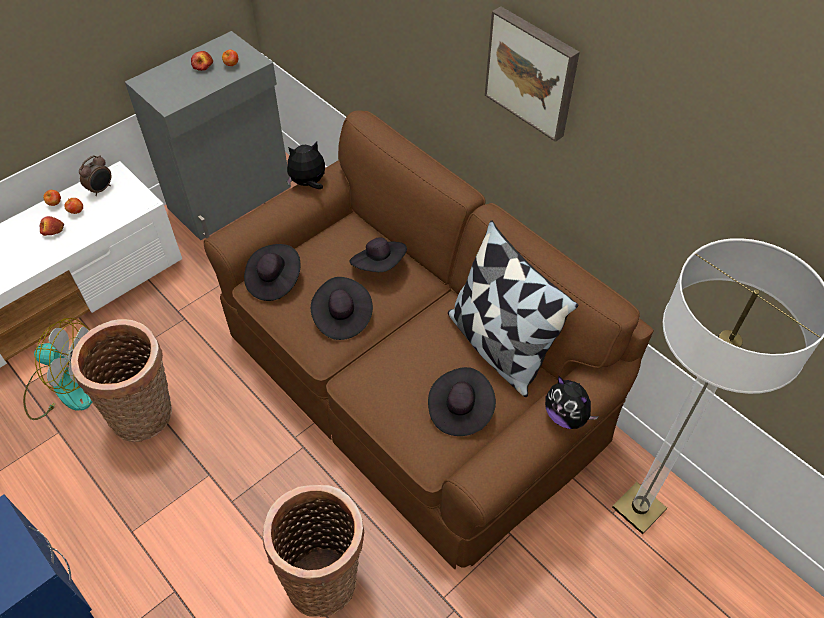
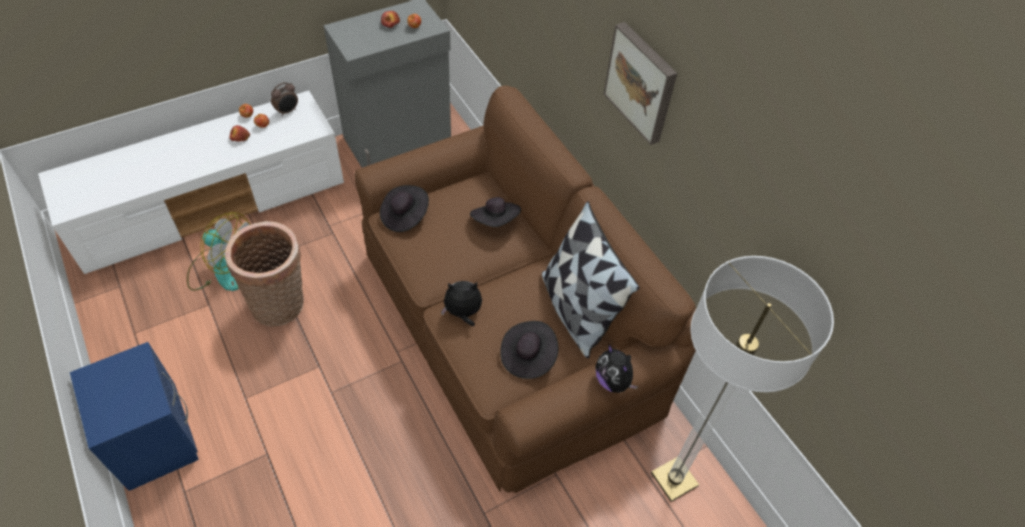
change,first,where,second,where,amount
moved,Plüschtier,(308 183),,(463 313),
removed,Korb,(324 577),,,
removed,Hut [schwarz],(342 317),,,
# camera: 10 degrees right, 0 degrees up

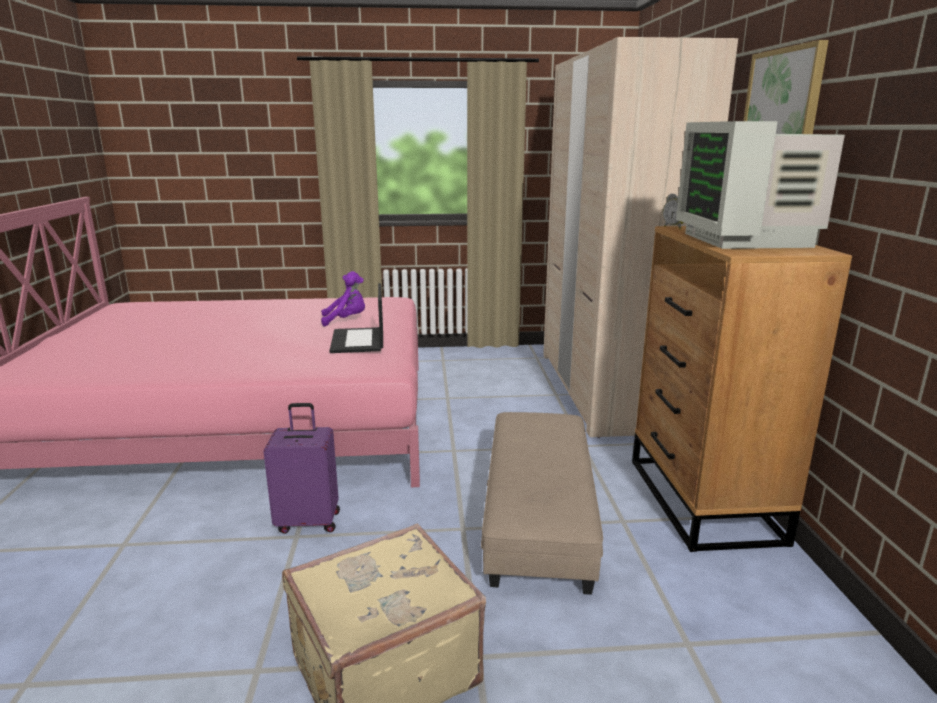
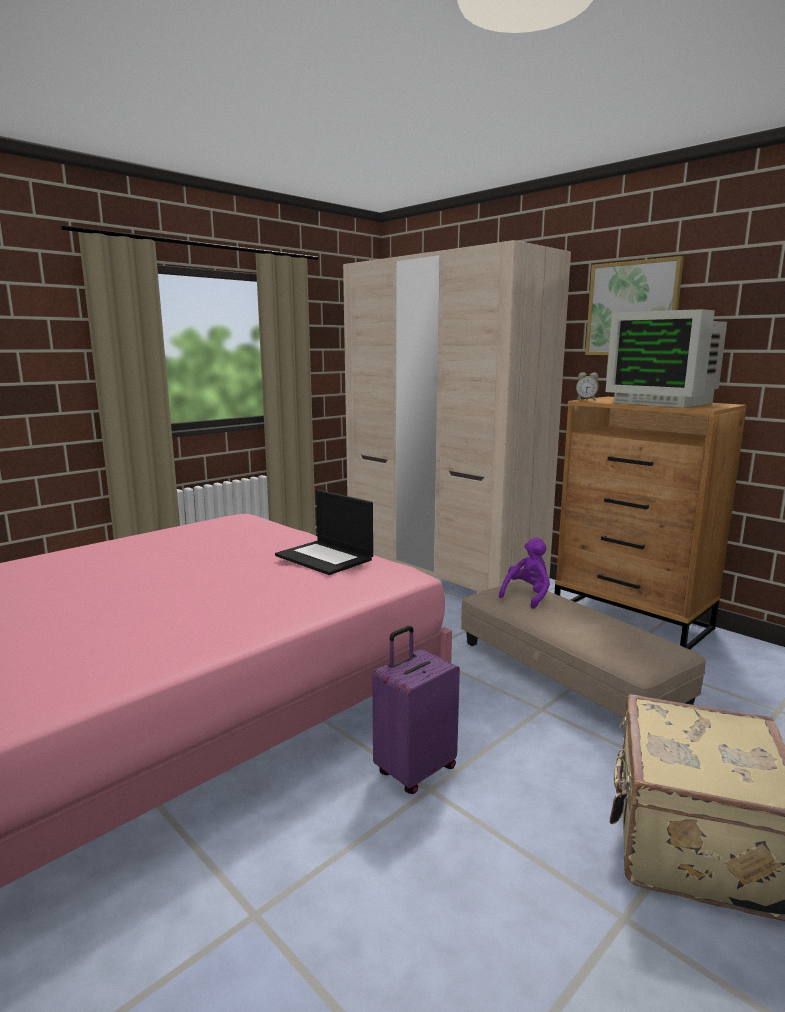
change,first,where,second,where,amount
moved,Plüschtier [lila],(346 320),,(527 596),
# camera: 40 degrees left, 5 degrees down

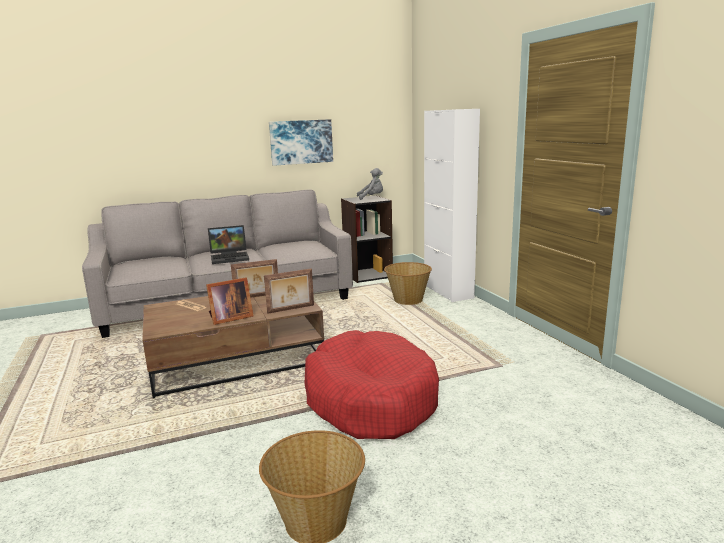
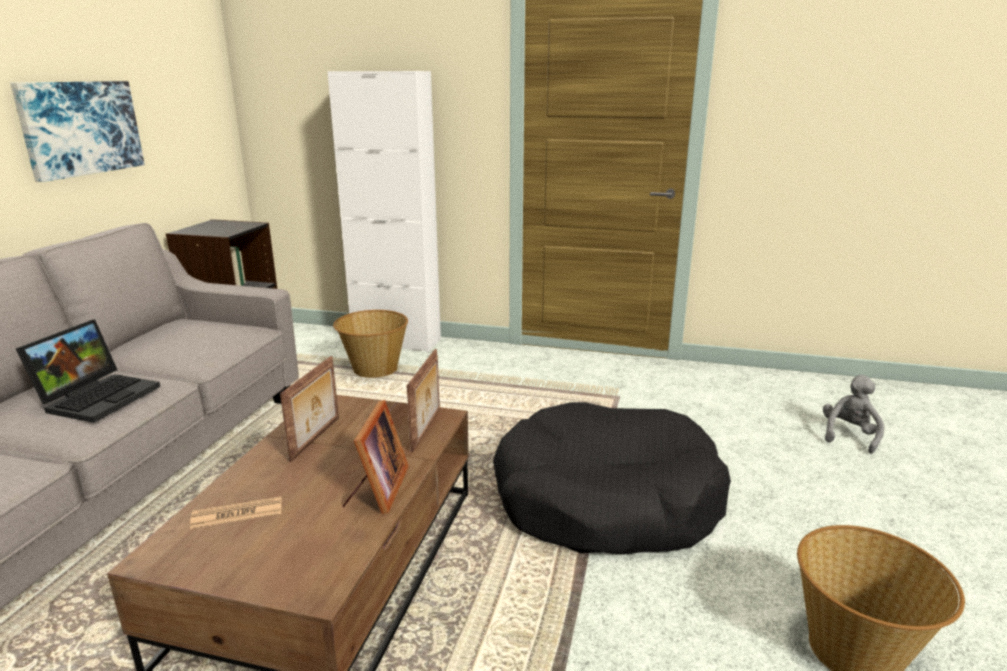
change,first,where,second,where,amount
recoloured,Hundebett [rot],(370 399),Hundebett [schwarz],(605 501),
moved,Plüschtier [grau],(371 197),,(849 435),
# camera: 55 degrees left, 5 degrees up

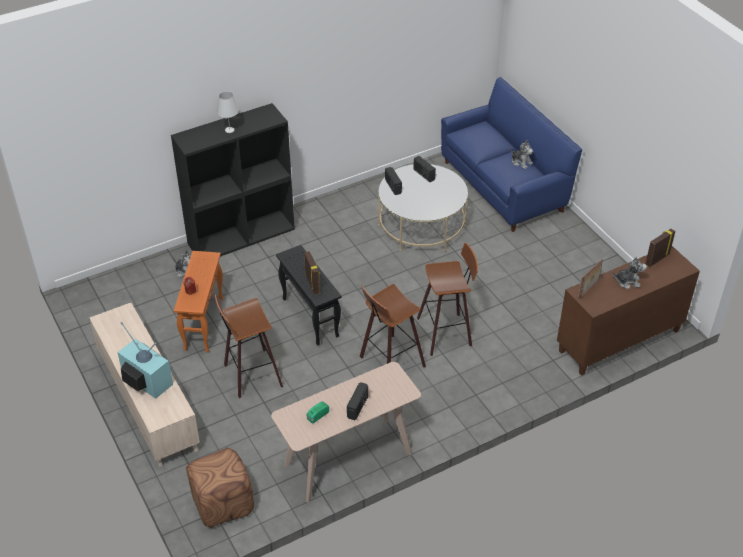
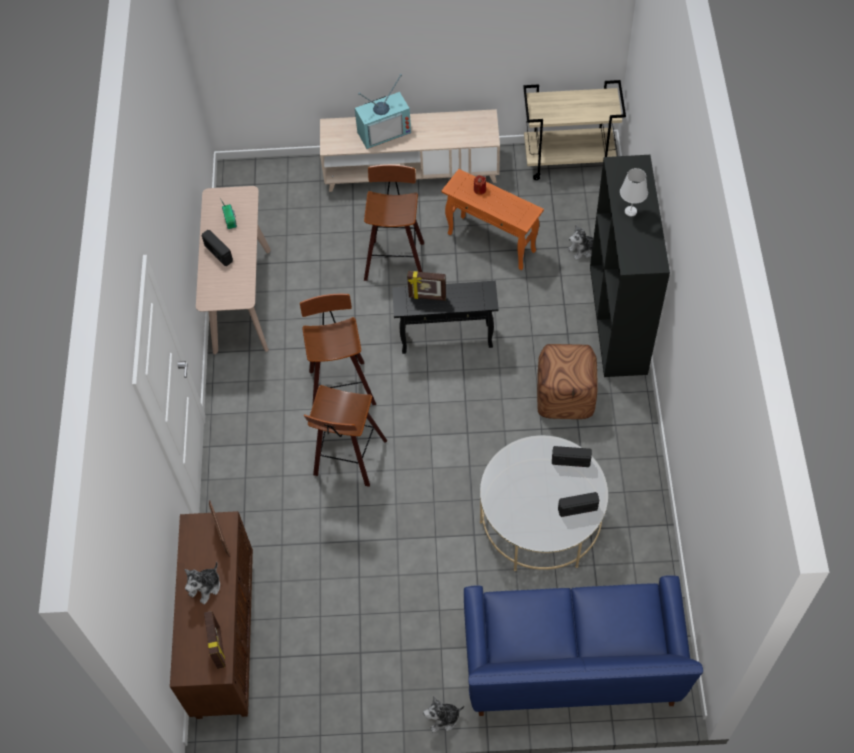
change,first,where,second,where,amount
moved,Plüschtier,(521 162),,(443 718),
added,,,Rollwagen [beige],(569 160),
moved,Polsterhocker [braun],(222 502),,(566 395),
# camera: 120 degrees right, 15 degrees up

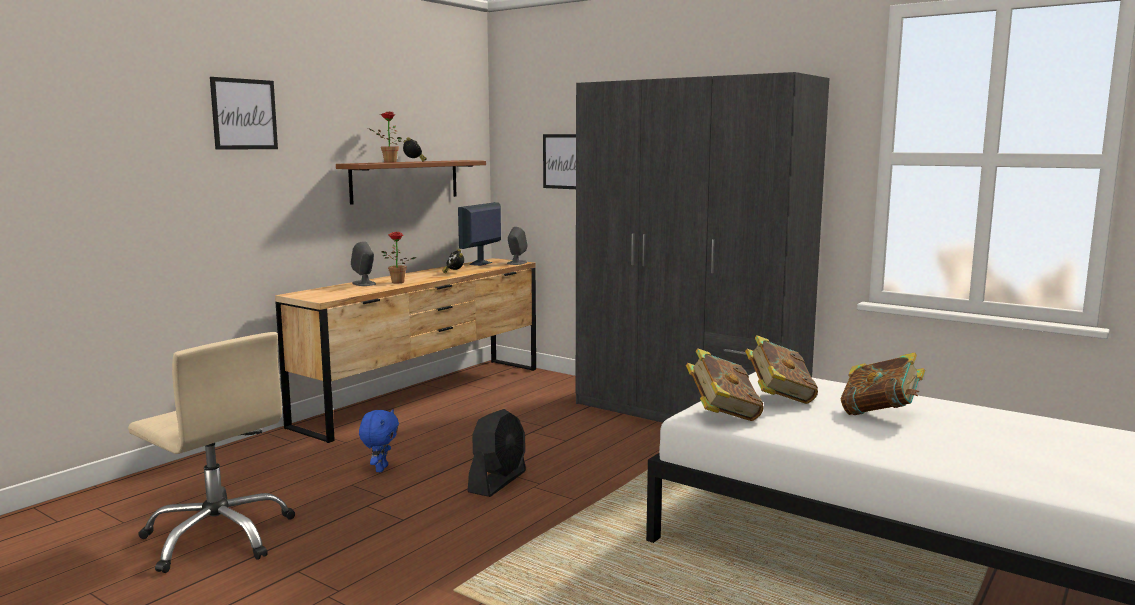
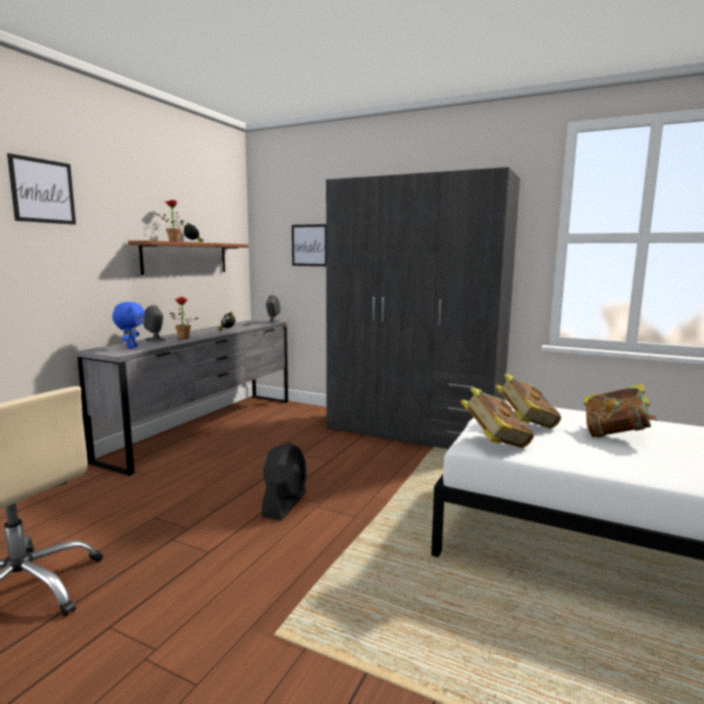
change,first,where,second,where,amount
recoloured,Kommode [braun],(425 395),Kommode [grau],(206 427),
moved,Plüschtier [blau],(380 469),,(131 347),
removed,Monitor,(480 263),,,
# camera: 10 degrees left, 0 degrees up

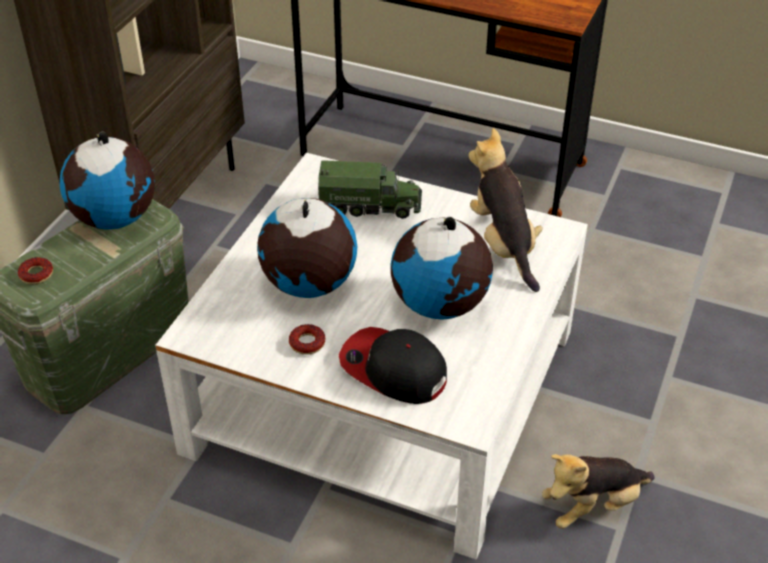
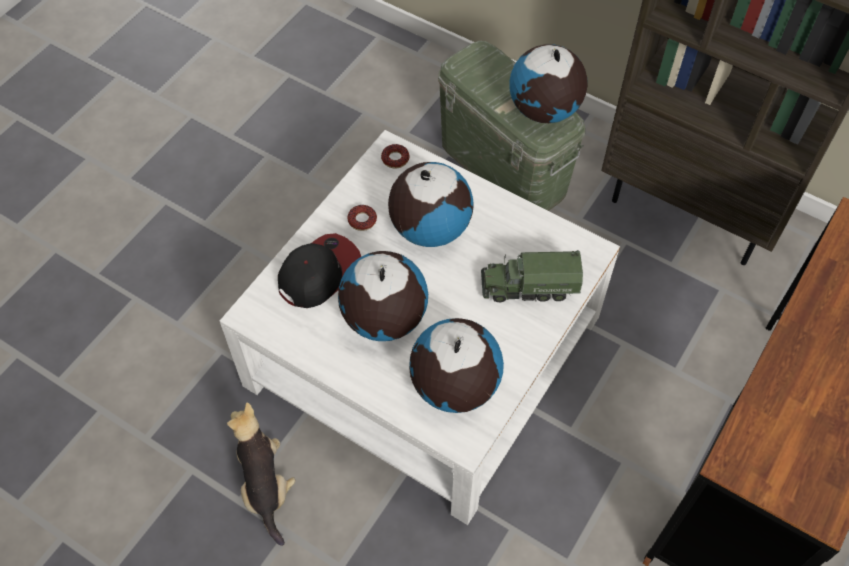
change,first,where,second,where,amount
moved,Donut,(36 274),,(395 159),
replaced,Plüschtier,(503 244),Globus,(454 386),
turned,Spielzeuglaster,(370 205),,(529 286),75 degrees clockwise
# camera: 100 degrees right, 15 degrees up

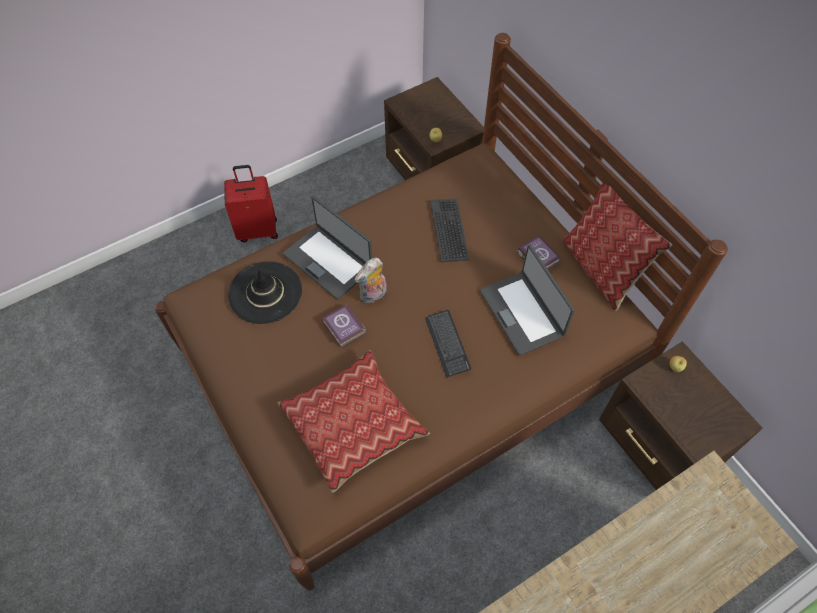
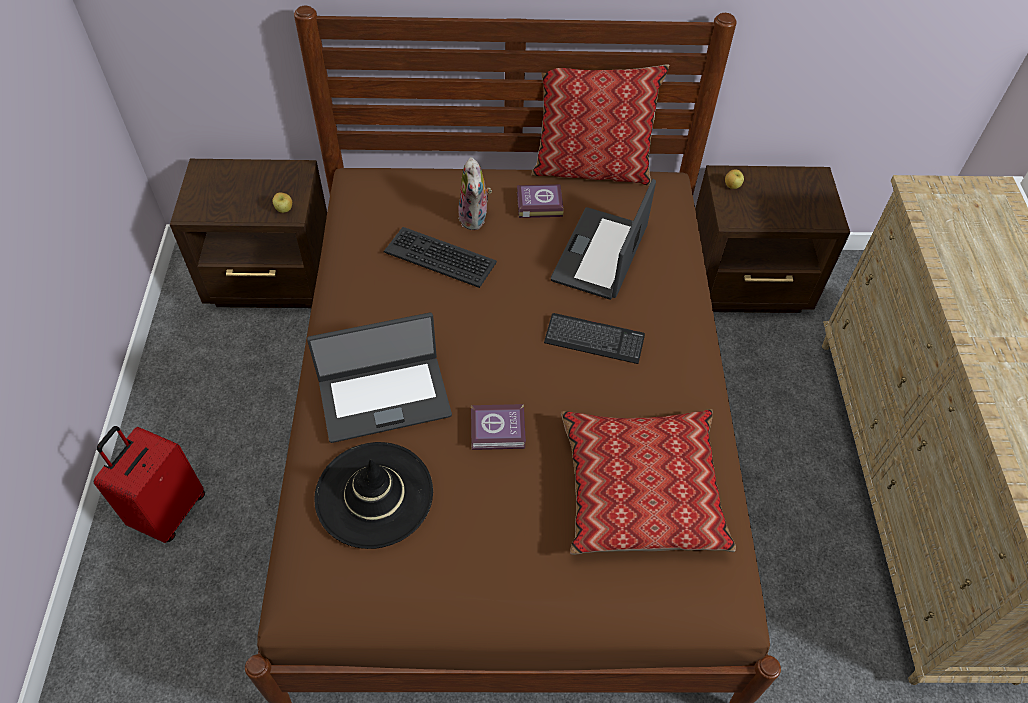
change,first,where,second,where,amount
moved,Plüschtier,(373 295),,(475 218),
turned,Laptop,(522 313),,(601 254),105 degrees clockwise
# camera: 60 degrees left, 5 degrees down

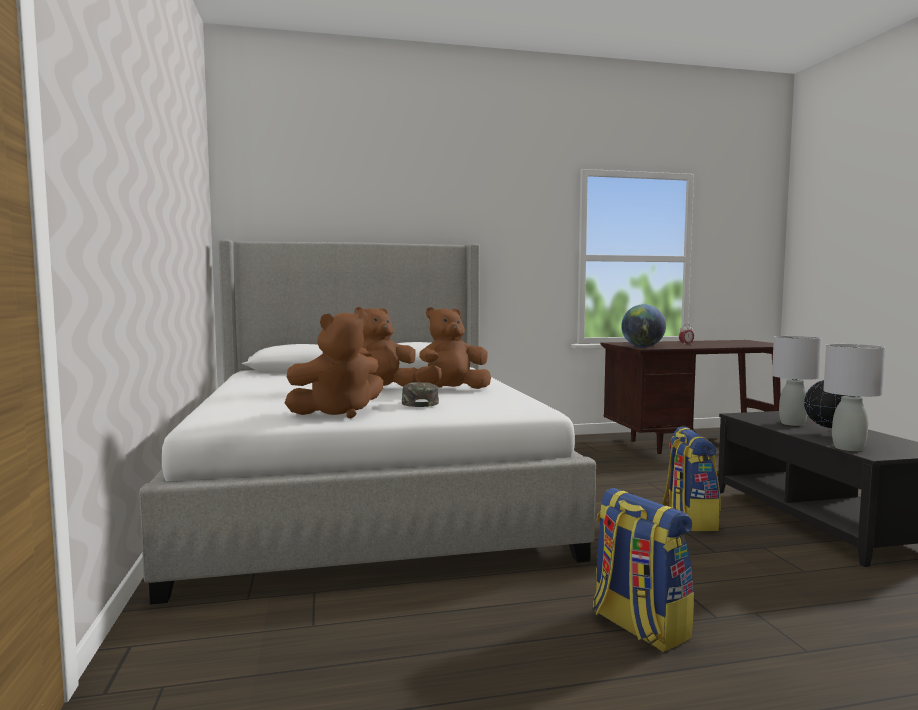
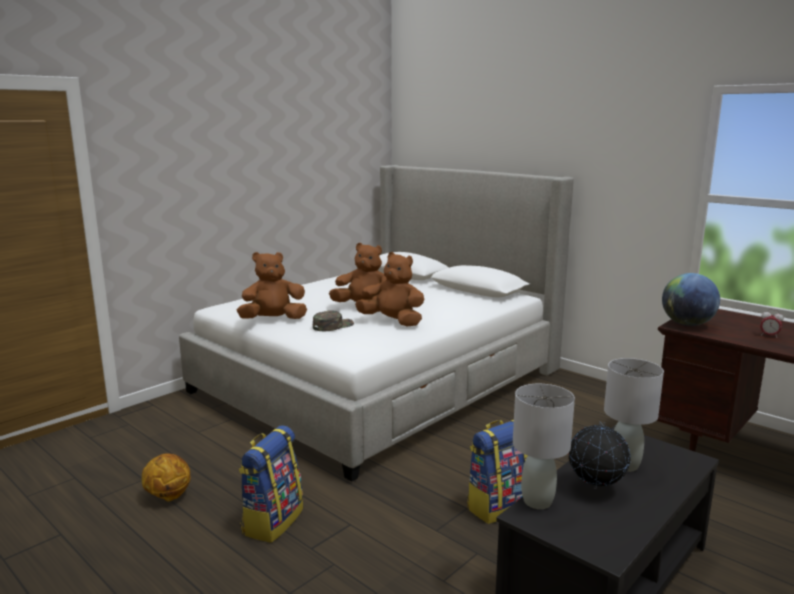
change,first,where,second,where,amount
added,,,Basketball,(168 496),
turned,Plüschtier [braun],(338 413),,(273 320),135 degrees clockwise
# camera: 55 degrees right, 10 degrees up

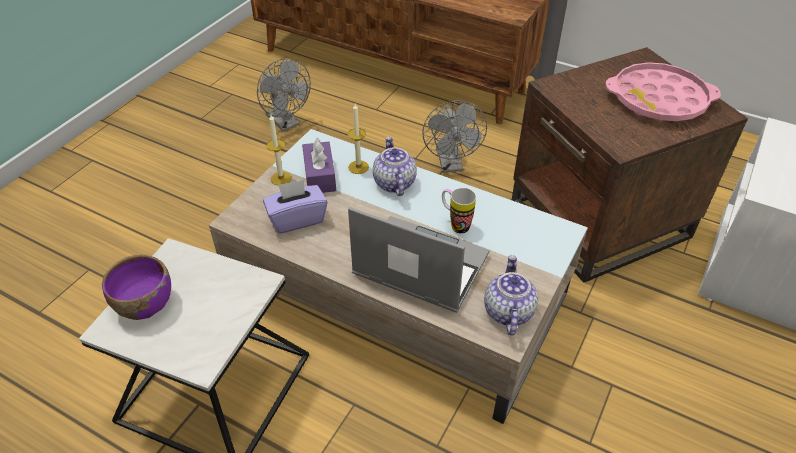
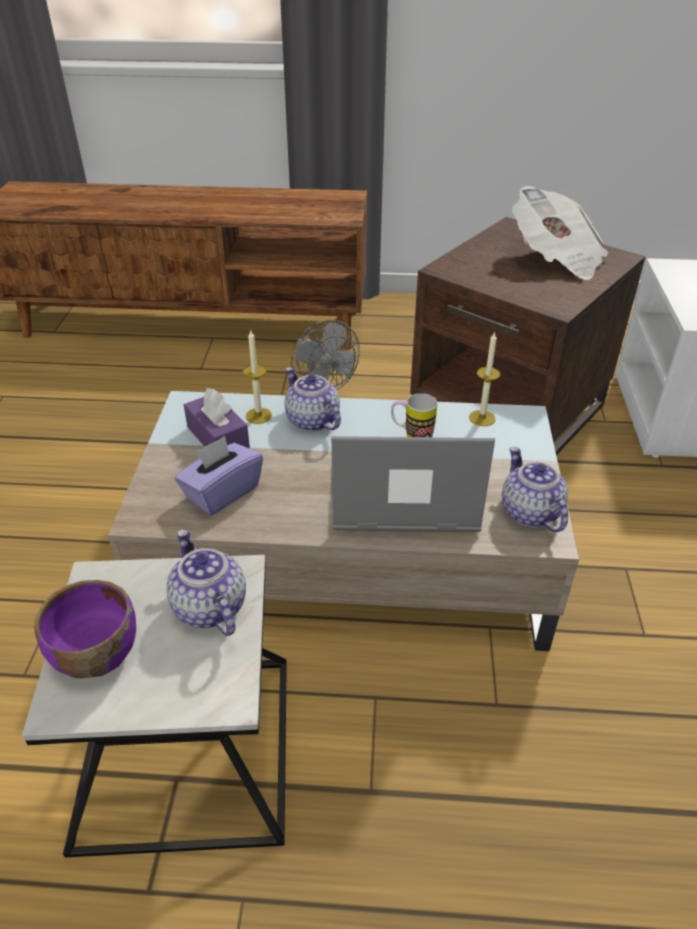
change,first,where,second,where,amount
added,,,Teekanne,(208 607),
moved,Kerze,(281 178),,(482 418),
replaced,Tablett [rosa],(658 100),Zeitung,(556 258),
removed,Ventilator [grau],(286 123),,,
# camera: 25 degrees left, 5 degrees down

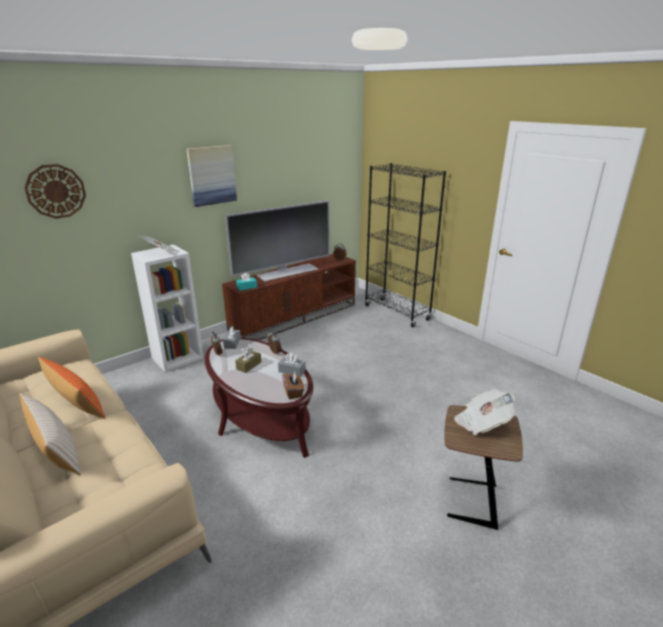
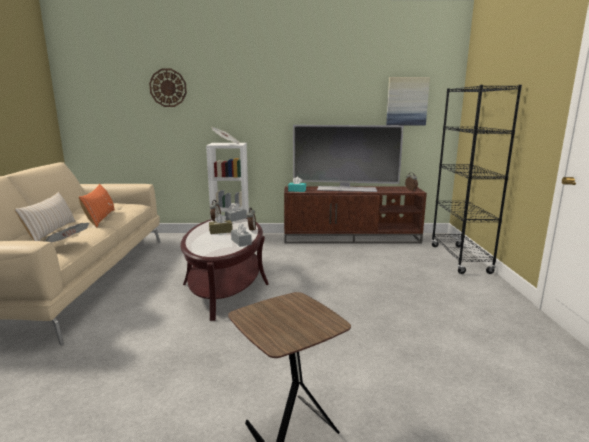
change,first,where,second,where,amount
moved,Zeitung,(482 422),,(68 244),
moved,Bild,(212 175),,(407 101),
removed,Taschentuchbox [braun],(293 392),,,
# camera: 40 degrees right, 10 degrees down

